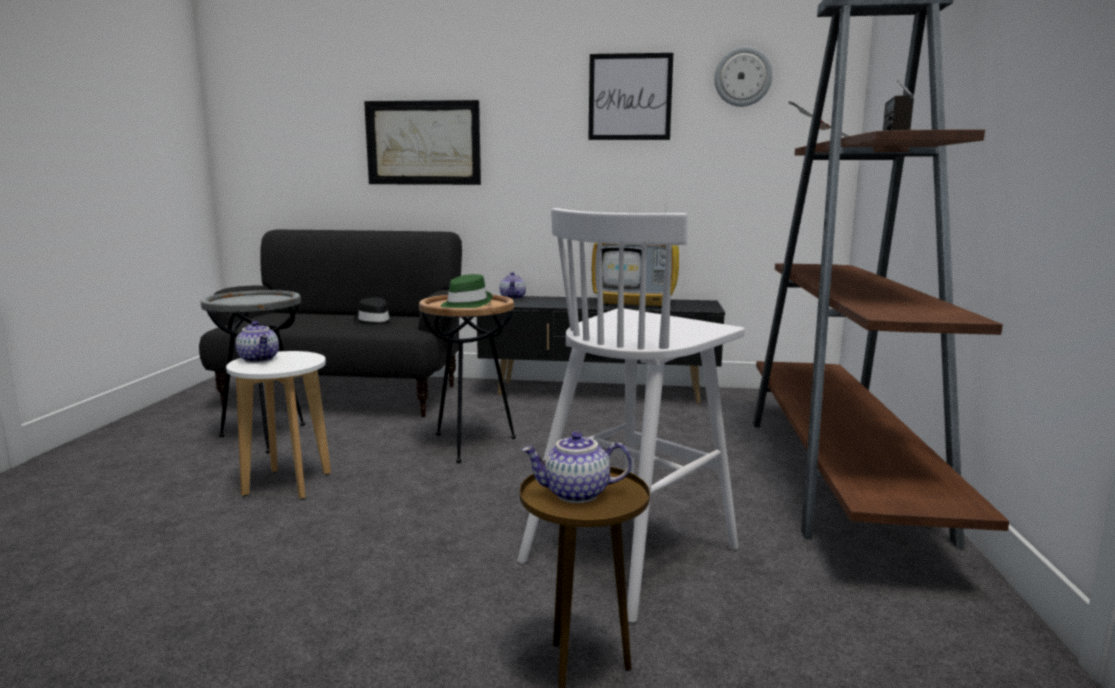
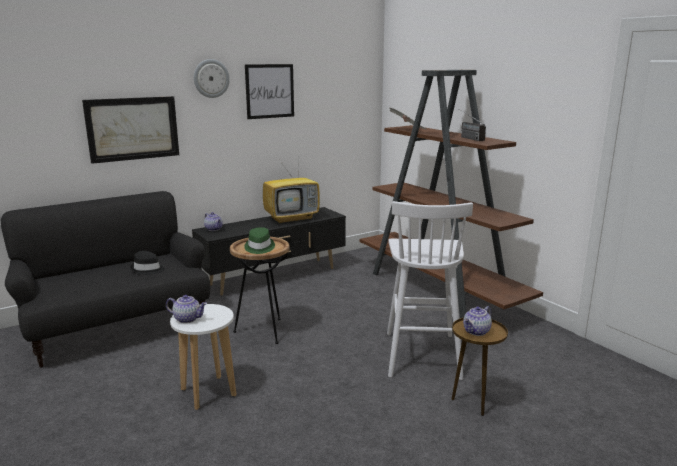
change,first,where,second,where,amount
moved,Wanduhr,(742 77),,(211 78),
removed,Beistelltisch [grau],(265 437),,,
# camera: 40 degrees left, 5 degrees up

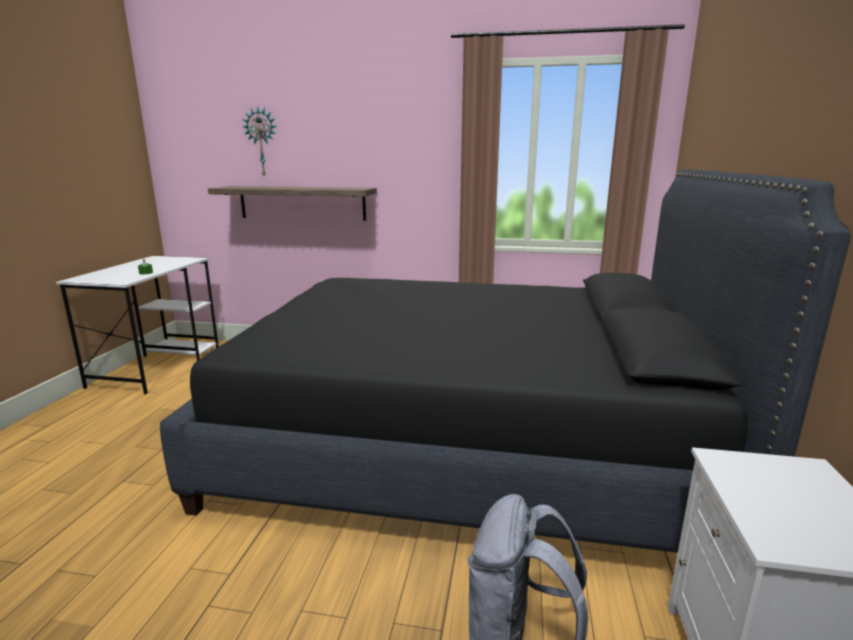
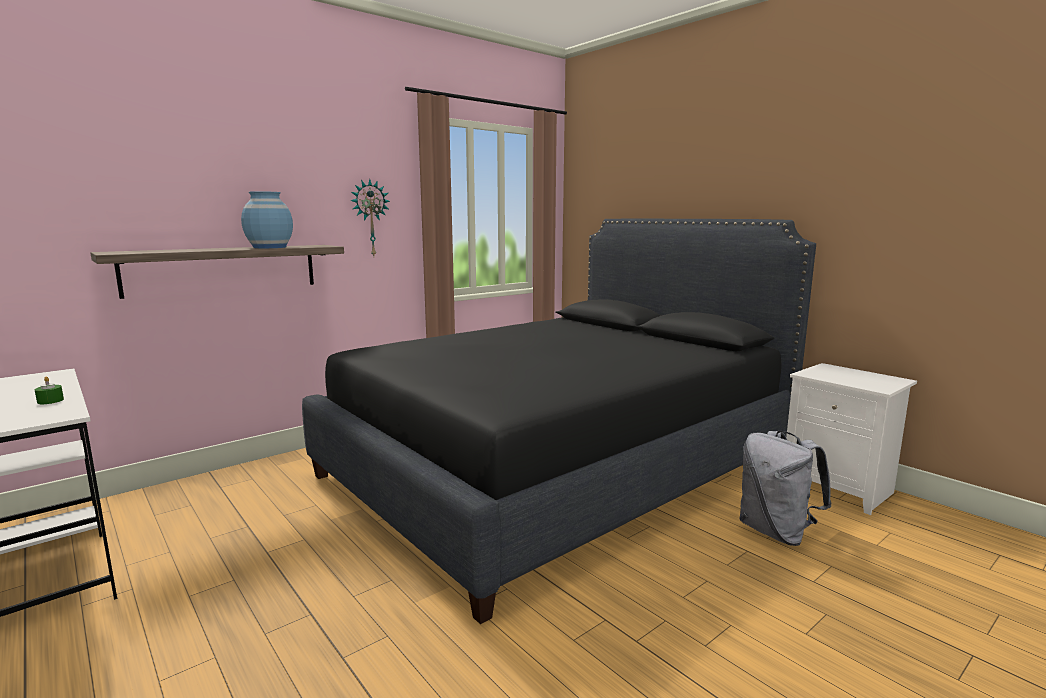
change,first,where,second,where,amount
added,,,Vase [blau],(270 247),
moved,Wanduhr,(262 142),,(370 218),
# camera: 50 degrees left, 5 degrees down

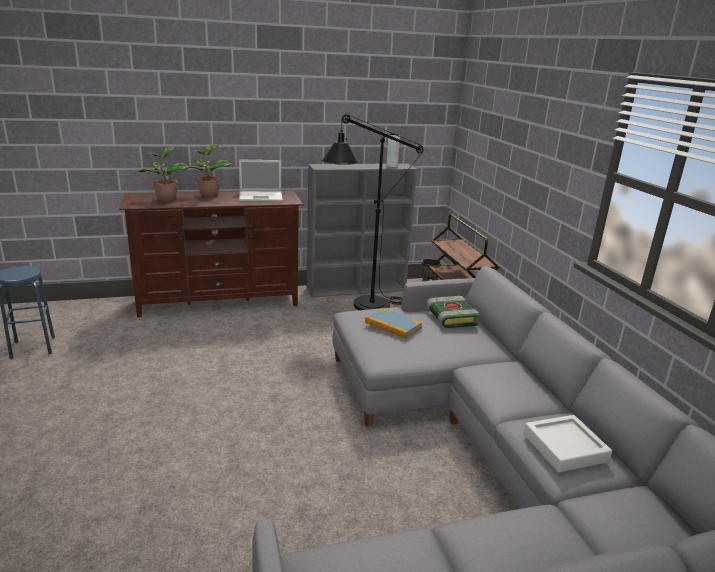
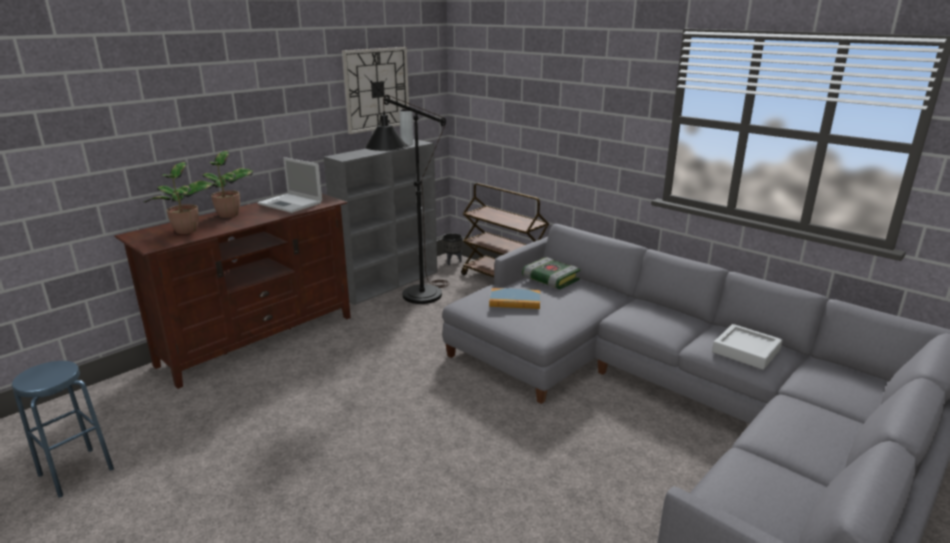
change,first,where,second,where,amount
turned,Laptop,(261 197),,(291 203),75 degrees clockwise
added,,,Wanduhr,(376 89),
# camera: 30 degrees left, 0 degrees up

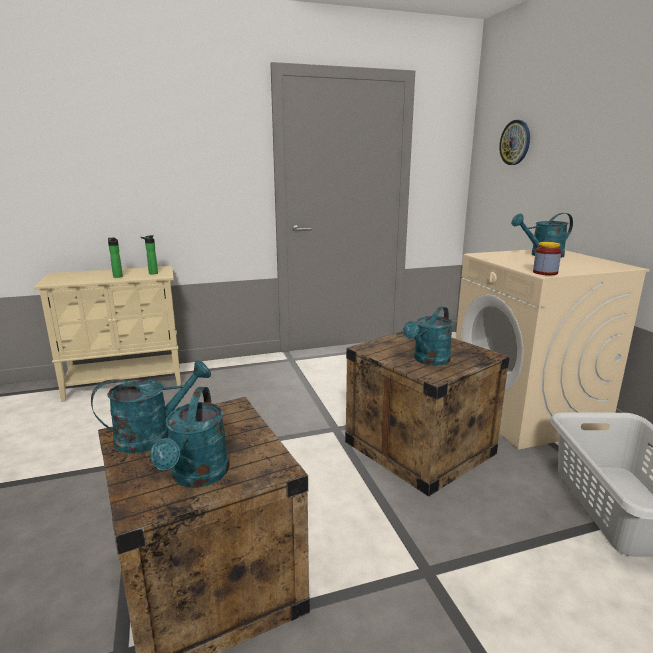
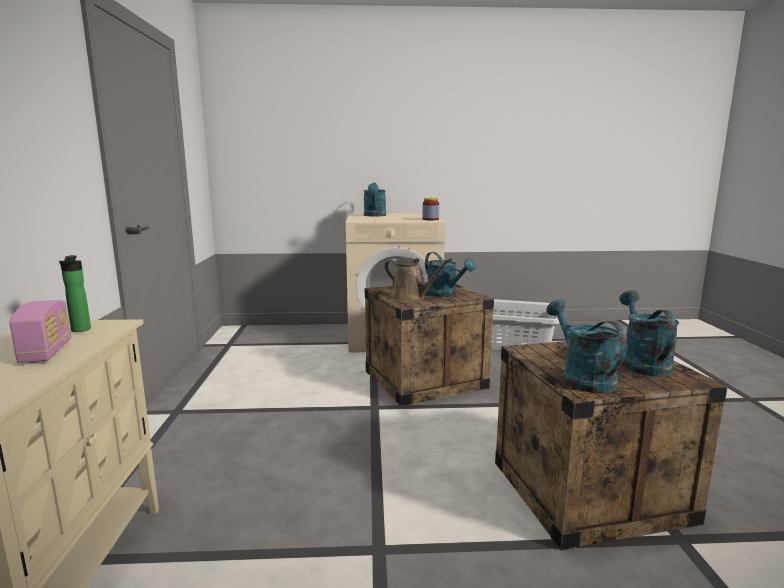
change,first,where,second,where,amount
replaced,Flasche,(117 276),Radio,(46 352),
added,,,Gießkanne [braun],(410 298),
turned,Gießkanne [türkis],(197 477),,(642 362),105 degrees counterclockwise
removed,Wanduhr,(515 142),,,
# camera: 75 degrees left, 5 degrees down

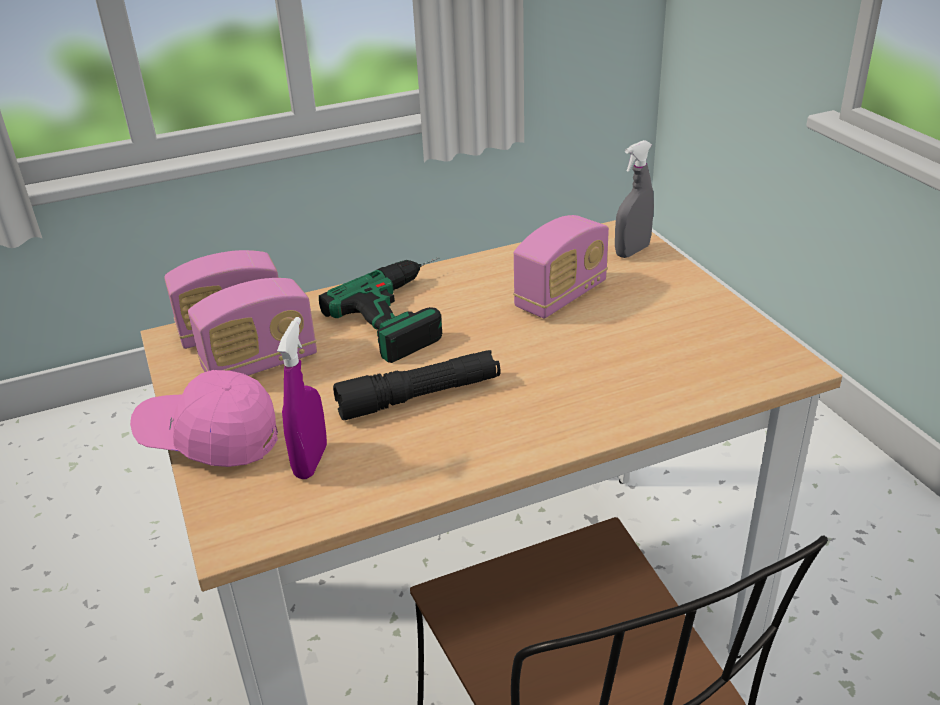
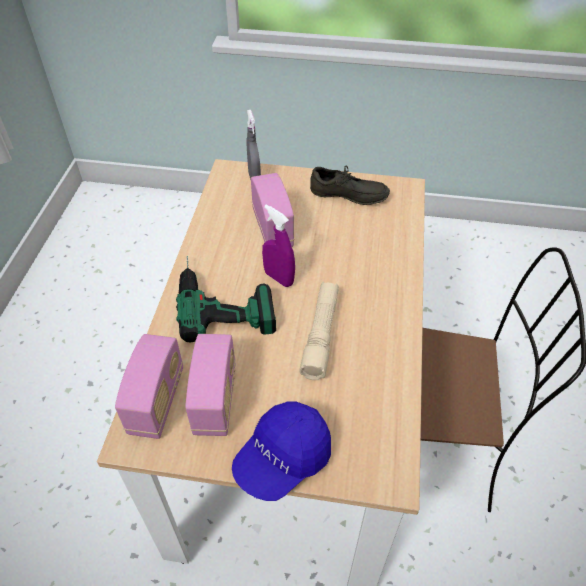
change,first,where,second,where,amount
recoloured,Kappe [rosa],(210 439),Kappe [blau],(283 459),
moved,Sprühflasche [lila],(311 461),,(278 278),
recoloured,Taschenlampe [schwarz],(419 397),Taschenlampe [beige],(321 334),
added,,,Schuh [grau],(348 197),
# camera: 60 degrees left, 15 degrees up

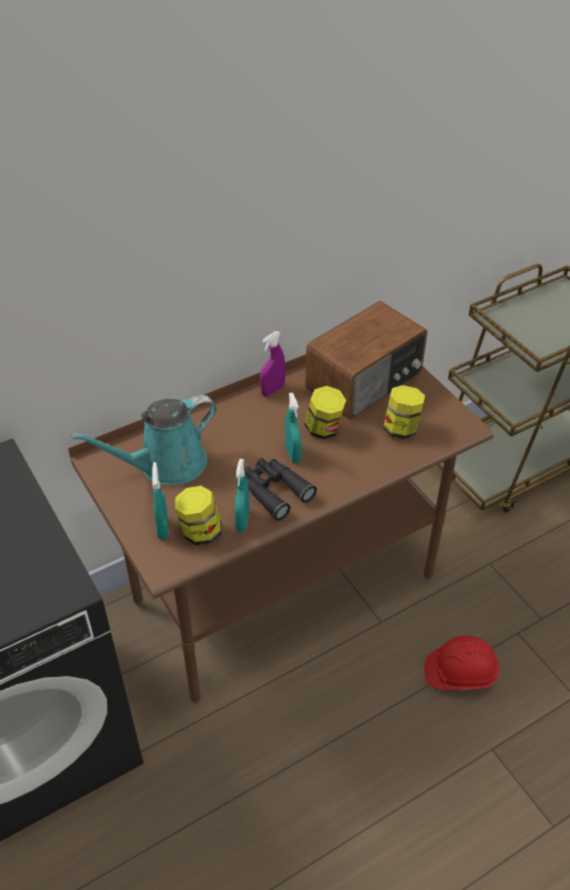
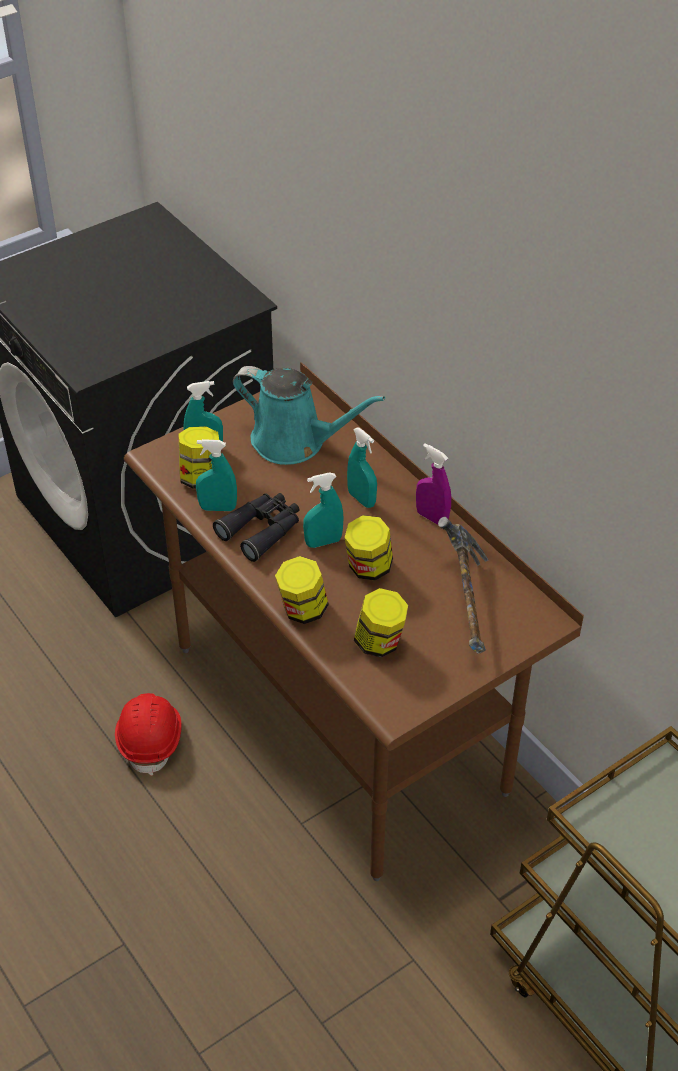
change,first,where,second,where,amount
moved,Schutzhelm [rot],(460 673),,(151 739),
turned,Gießkanne [türkis],(166 465),,(295 442),150 degrees clockwise
added,,,Vorratsglas,(302 610),
added,,,Sprühflasche [türkis],(361 499),
replaced,Radio,(365 381),Hammer,(465 606),
# camera: 85 degrees right, 0 degrees up

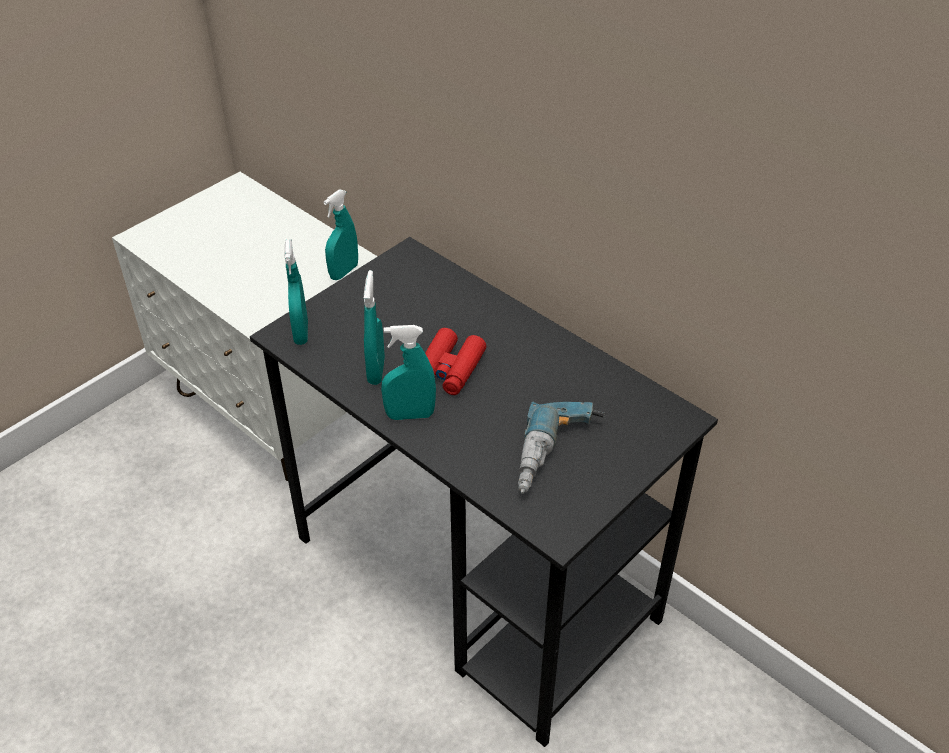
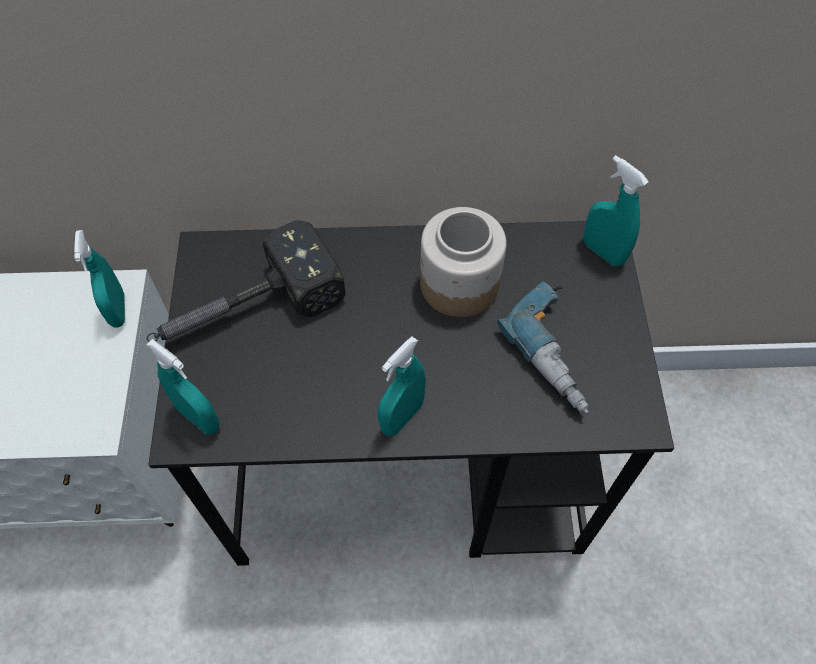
change,first,where,second,where,amount
added,,,Hammer,(244 311),
added,,,Vorratsglas,(458 285),
moved,Sprühflasche [türkis],(376 371),,(603 252),
removed,Fernglas [rot],(449 369),,,
# camera: 45 degrees left, 15 degrees up

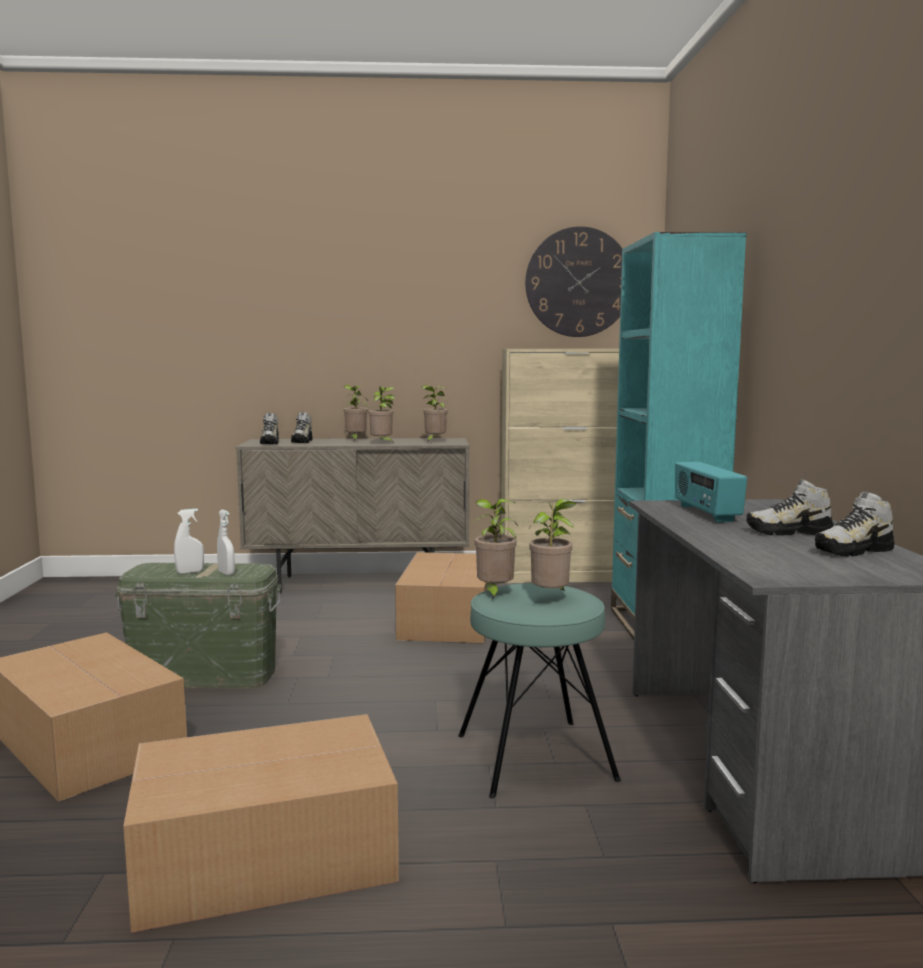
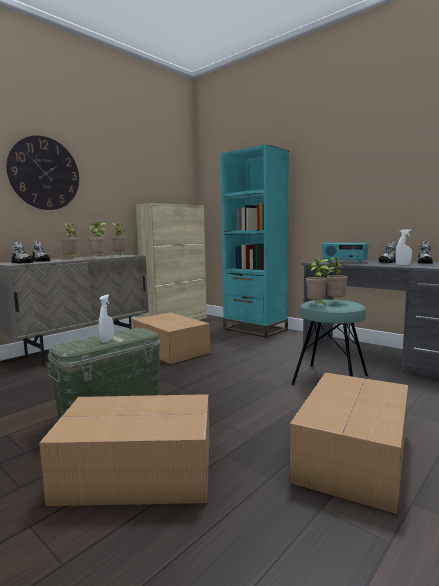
change,first,where,second,where,amount
moved,Wanduhr,(578 282),,(44 173),
moved,Sprühflasche [weiß],(226 573),,(403 265),
# camera: 45 degrees left, 0 degrees up

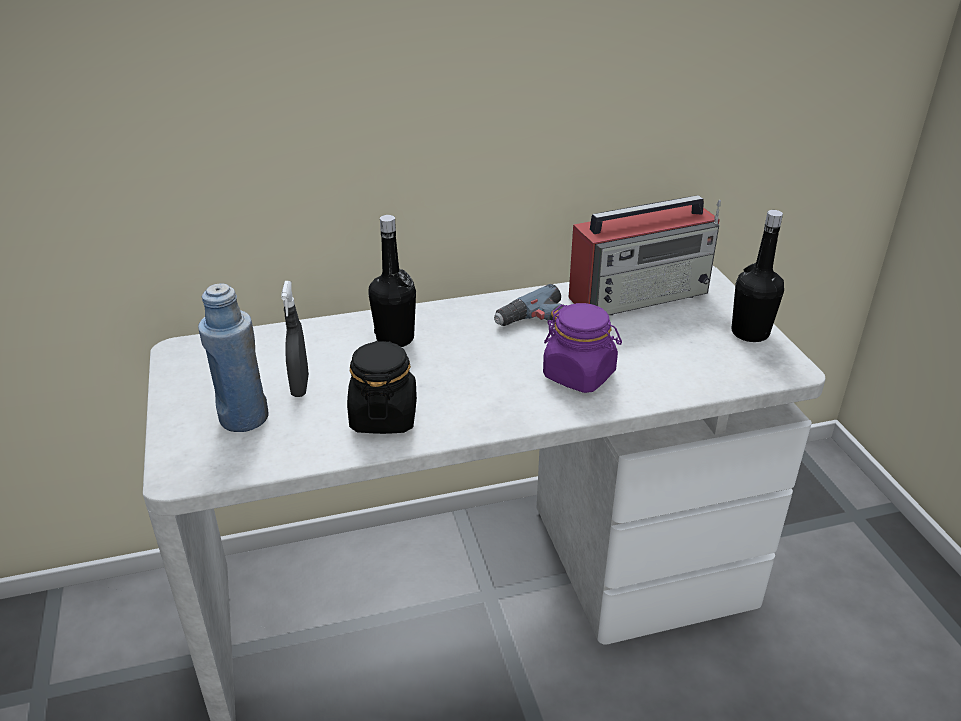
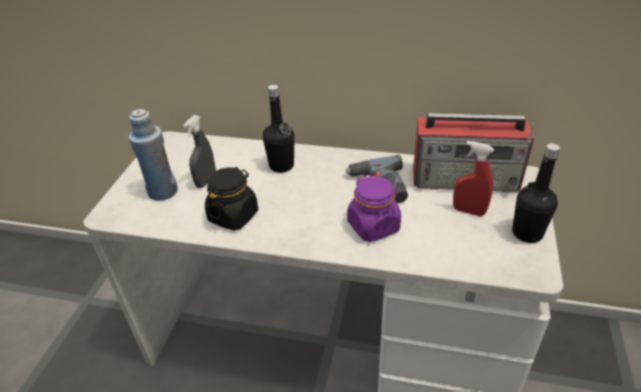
change,first,where,second,where,amount
added,,,Sprühflasche [rot],(468 211),
# camera: 30 degrees right, 5 degrees up

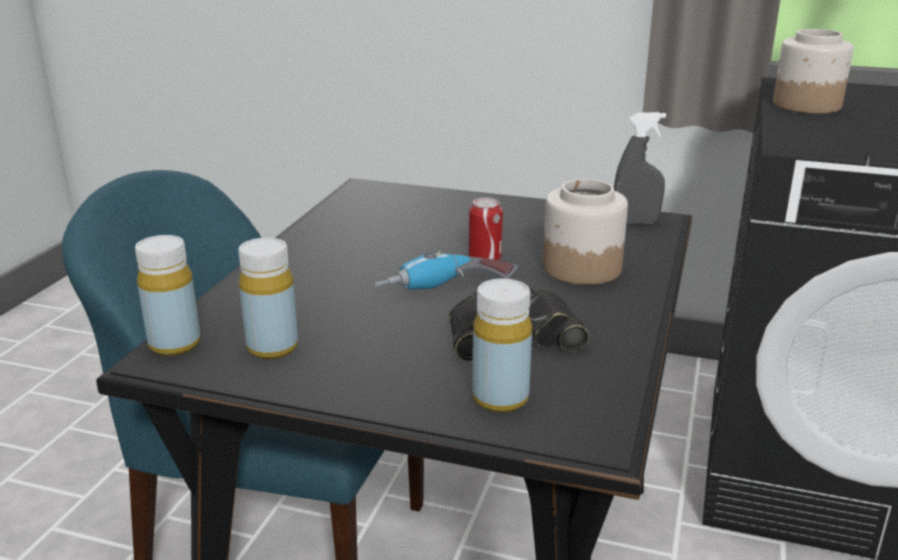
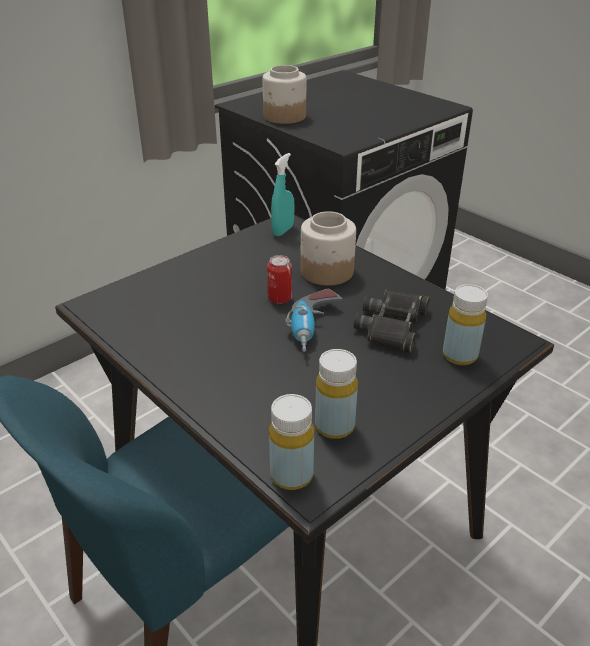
change,first,where,second,where,amount
recoloured,Sprühflasche [grau],(635 223),Sprühflasche [türkis],(283 231),
# camera: 60 degrees left, 10 degrees up

